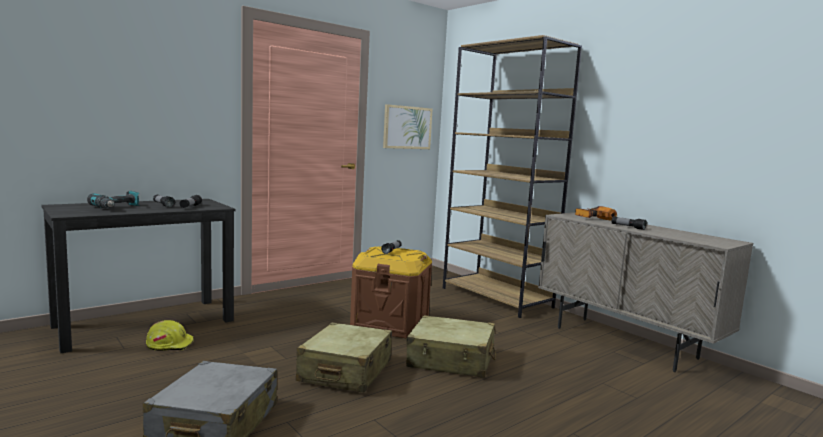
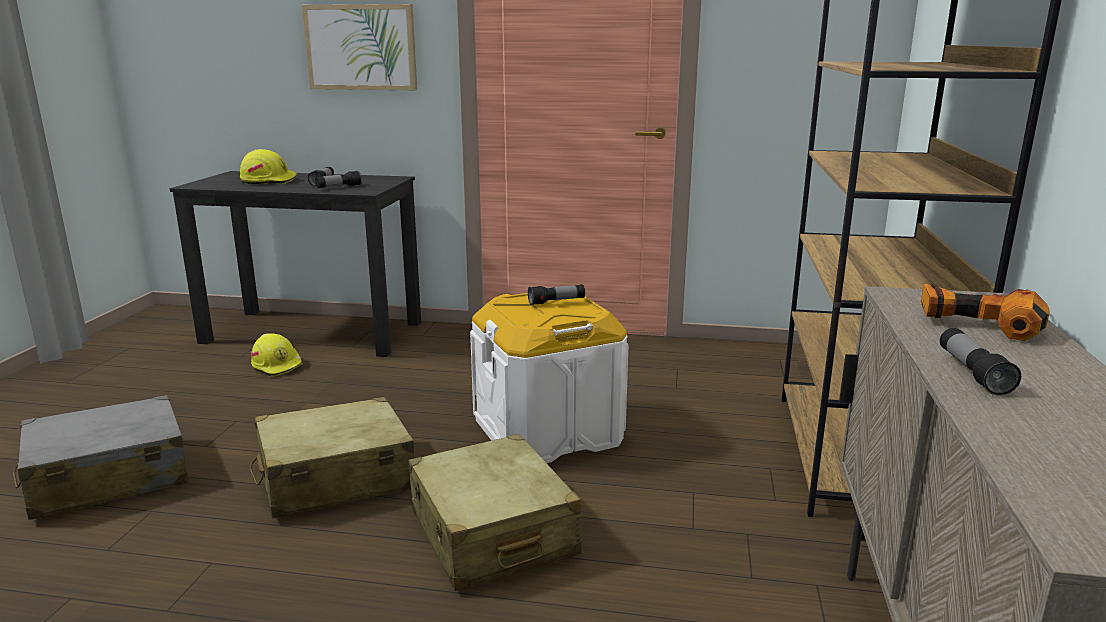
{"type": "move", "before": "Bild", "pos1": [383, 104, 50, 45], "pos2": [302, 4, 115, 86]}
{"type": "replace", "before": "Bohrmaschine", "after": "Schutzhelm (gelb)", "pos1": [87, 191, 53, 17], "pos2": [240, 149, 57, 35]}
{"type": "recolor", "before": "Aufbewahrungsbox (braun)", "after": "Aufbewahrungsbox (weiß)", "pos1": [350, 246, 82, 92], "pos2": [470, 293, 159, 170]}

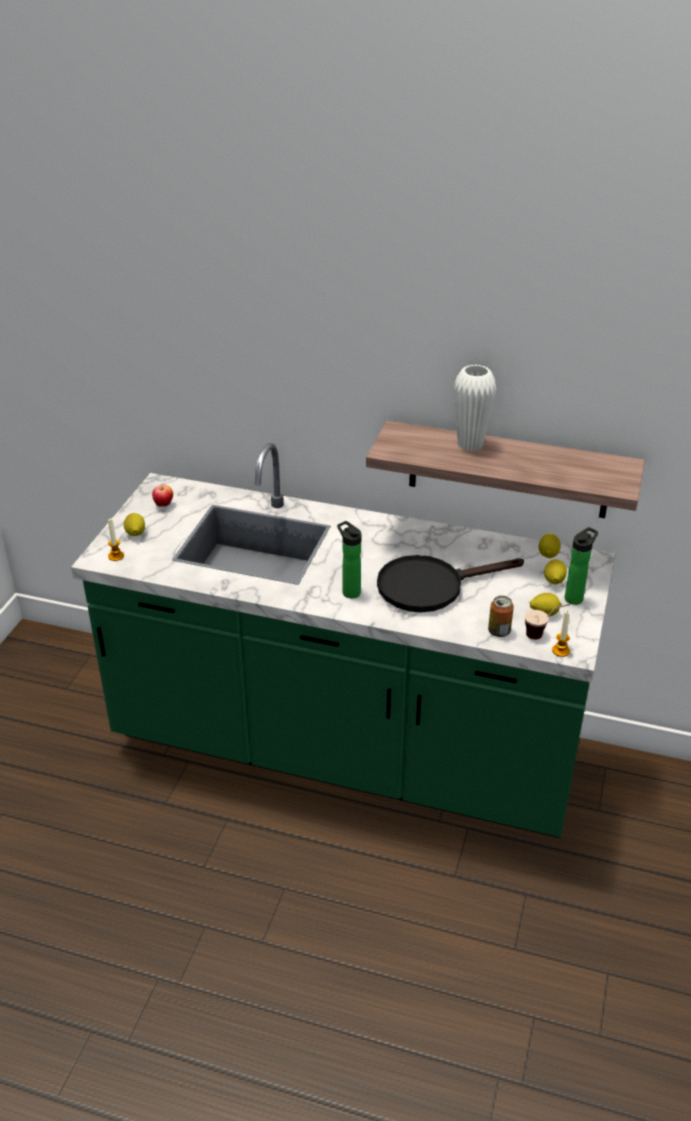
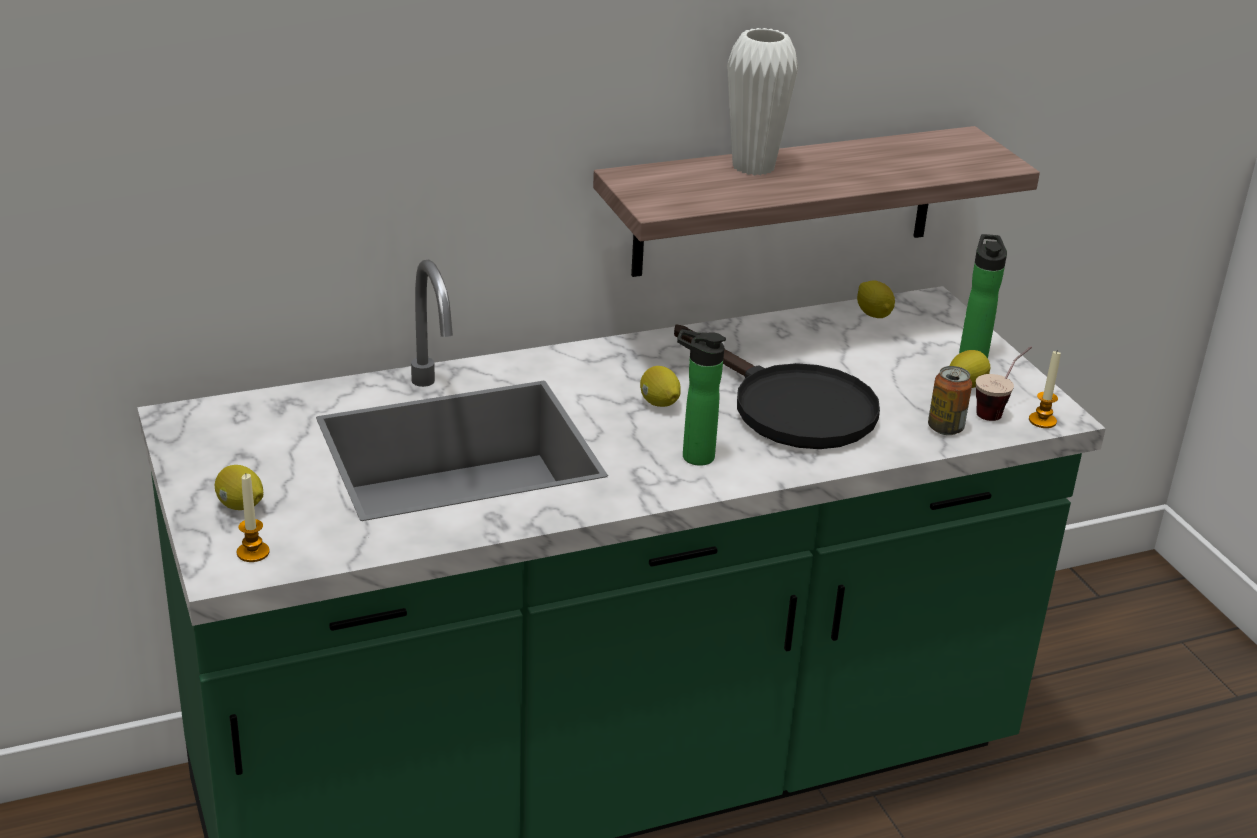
{"type": "delete", "before": "Apfel", "pos1": [152, 485, 21, 22]}
{"type": "move", "before": "Zitrone", "pos1": [544, 559, 23, 25], "pos2": [640, 366, 41, 41]}
{"type": "rotate", "before": "Pfanne (schwarz)", "pos1": [377, 555, 147, 58], "pos2": [674, 324, 206, 125], "turn": -75}

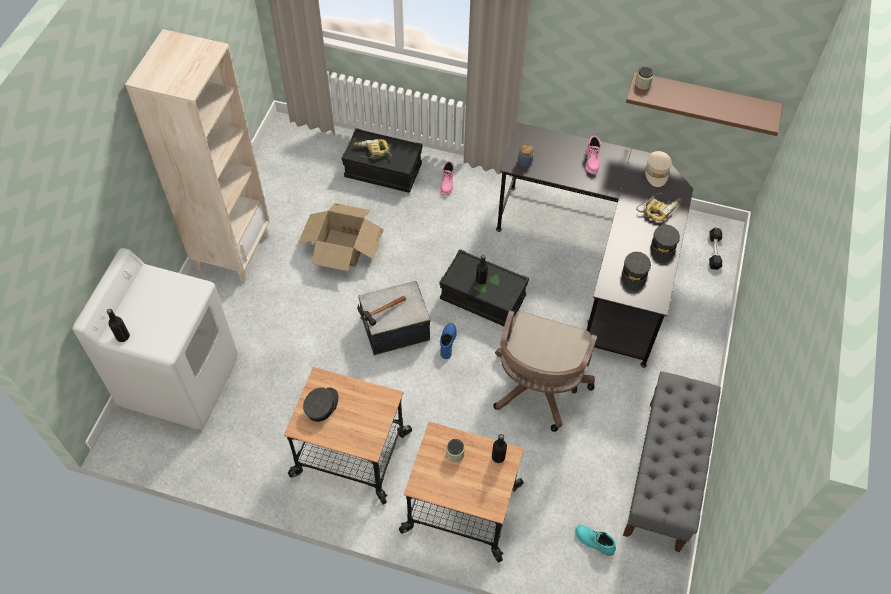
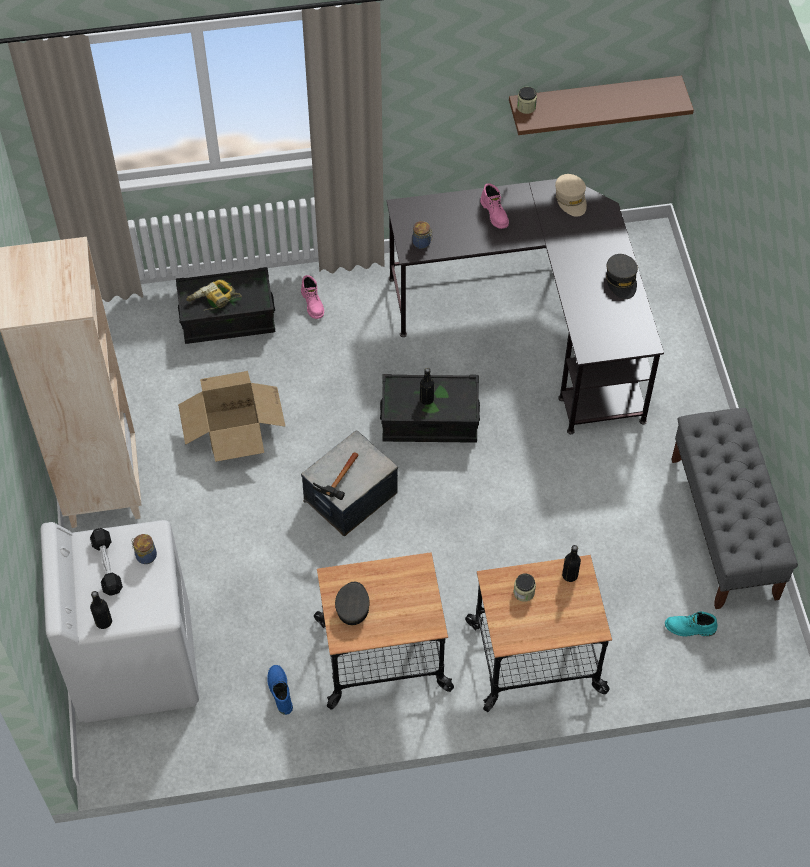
{"type": "delete", "before": "Bürostuhl (braun)", "pos1": [493, 310, 104, 122]}
{"type": "delete", "before": "Kappe (grau)", "pos1": [622, 252, 29, 39]}
{"type": "delete", "before": "Bohrmaschine", "pos1": [636, 193, 45, 28]}
{"type": "insert", "after": "Vorratsglas", "pos2": [131, 534, 26, 30]}
{"type": "move", "before": "Stiefel (blau)", "pos1": [440, 323, 17, 36], "pos2": [267, 665, 26, 50]}
{"type": "move", "before": "Hantel (schwarz)", "pos1": [709, 228, 13, 42], "pos2": [90, 528, 33, 68]}

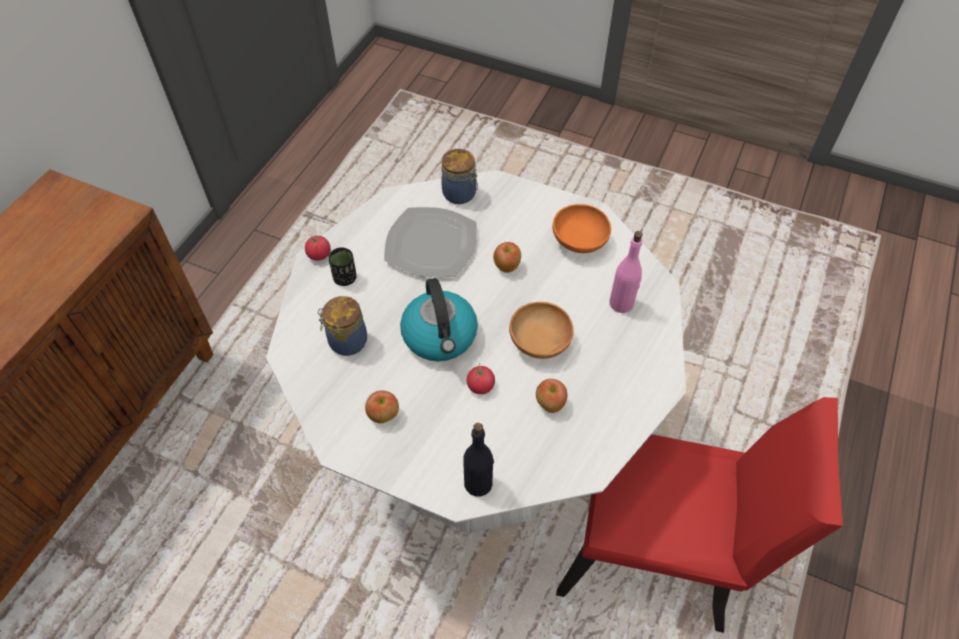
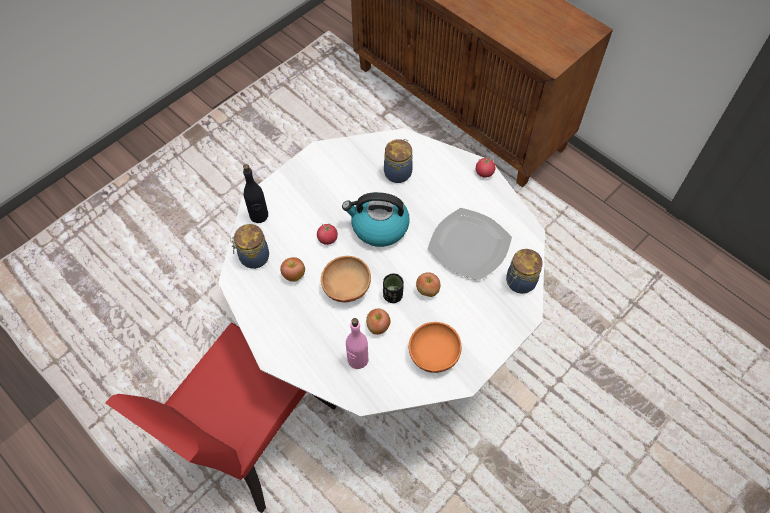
{"type": "insert", "after": "Vorratsglas", "pos2": [230, 224, 39, 45]}
{"type": "move", "before": "Tasse (schwarz)", "pos1": [328, 247, 28, 39], "pos2": [383, 273, 21, 30]}
{"type": "move", "before": "Apfel", "pos1": [365, 391, 34, 32], "pos2": [366, 308, 25, 27]}

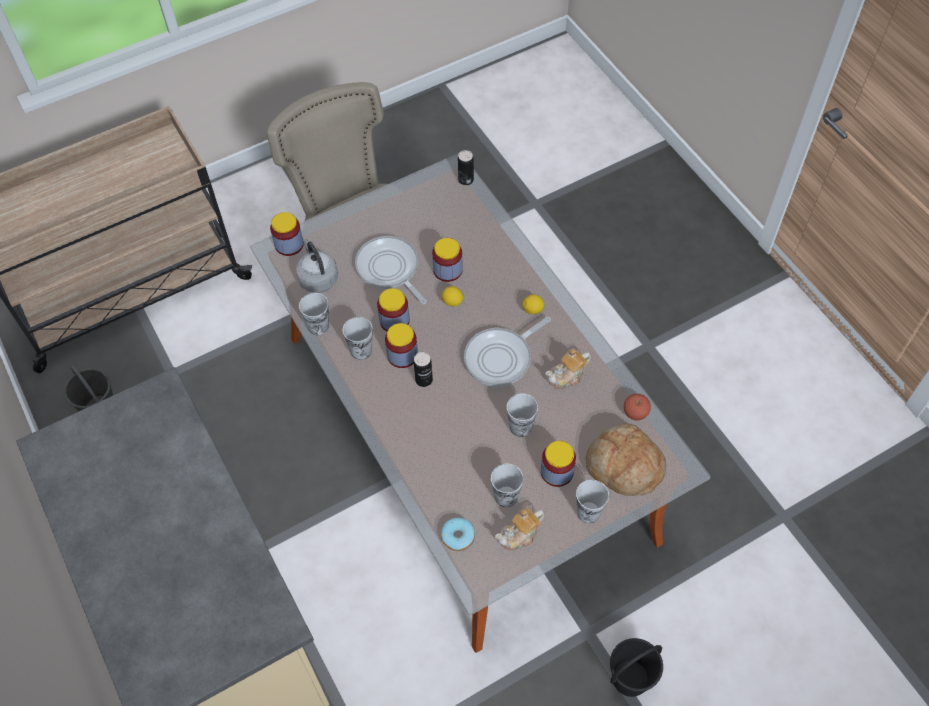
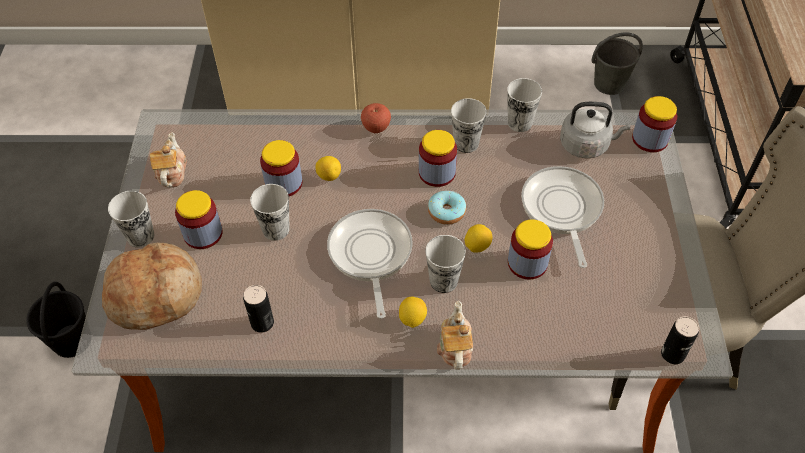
{"type": "insert", "after": "Zitrone", "pos2": [315, 156, 26, 25]}
{"type": "move", "before": "Vorratsglas", "pos1": [377, 288, 33, 43], "pos2": [260, 140, 42, 56]}
{"type": "move", "before": "Dose", "pos1": [414, 352, 19, 35], "pos2": [243, 285, 31, 48]}
{"type": "move", "before": "Donut", "pos1": [441, 517, 34, 34], "pos2": [428, 191, 38, 34]}
{"type": "move", "before": "Tasse", "pos1": [491, 464, 32, 43], "pos2": [426, 235, 40, 58]}
{"type": "move", "before": "Teekanne", "pos1": [546, 348, 45, 41], "pos2": [437, 301, 36, 69]}
{"type": "move", "before": "Apfel", "pos1": [624, 394, 27, 26], "pos2": [361, 103, 30, 30]}
{"type": "rotate", "before": "Pfanne", "pos1": [355, 236, 72, 68], "pos2": [521, 166, 83, 102], "turn": -90}

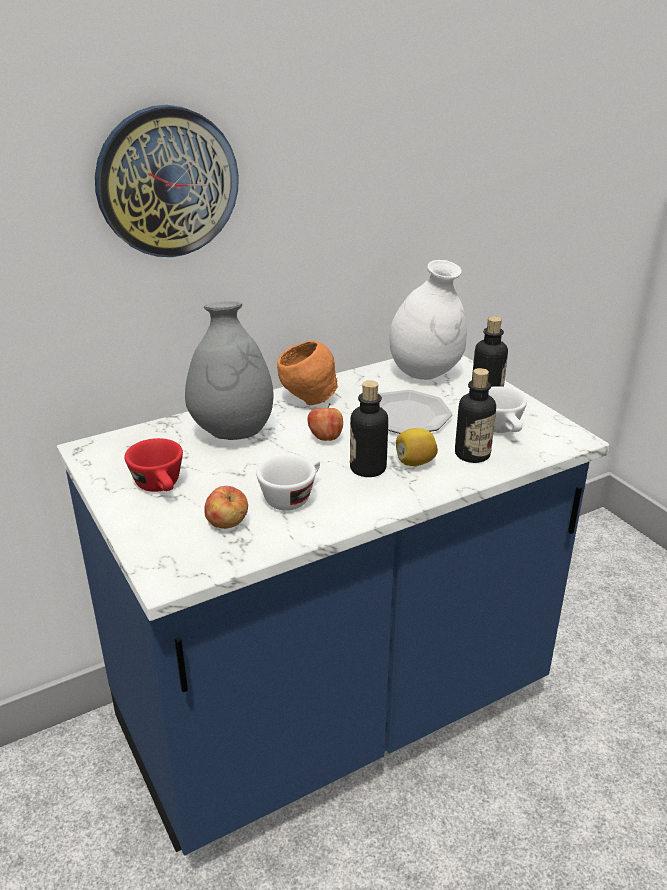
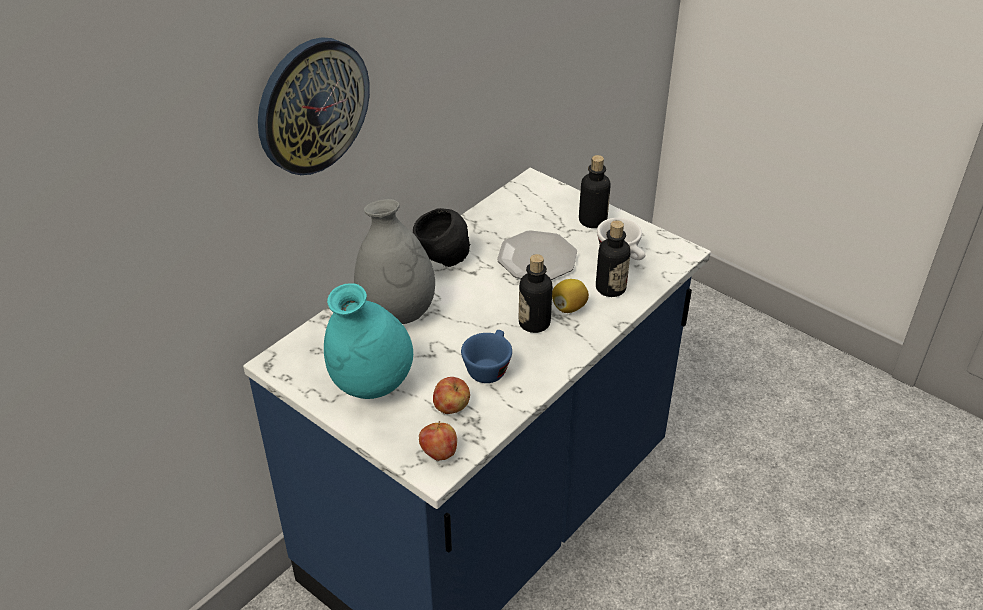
{"type": "delete", "before": "Vase (weiß)", "pos1": [389, 260, 78, 120]}
{"type": "move", "before": "Apfel", "pos1": [307, 403, 36, 38], "pos2": [419, 421, 38, 40]}
{"type": "replace", "before": "Tasse (rot)", "after": "Vase (türkis)", "pos1": [124, 438, 59, 54], "pos2": [324, 283, 89, 116]}
{"type": "recolor", "before": "Tasse (weiß)", "after": "Tasse (blau)", "pos1": [256, 455, 64, 56], "pos2": [461, 330, 51, 53]}
{"type": "recolor", "before": "Schüssel (orange)", "after": "Schüssel (schwarz)", "pos1": [277, 341, 62, 64], "pos2": [413, 208, 57, 59]}

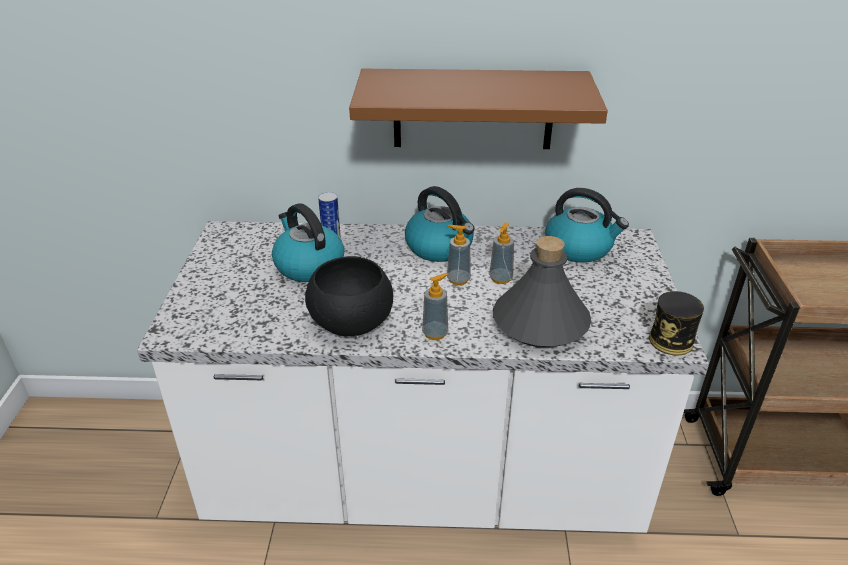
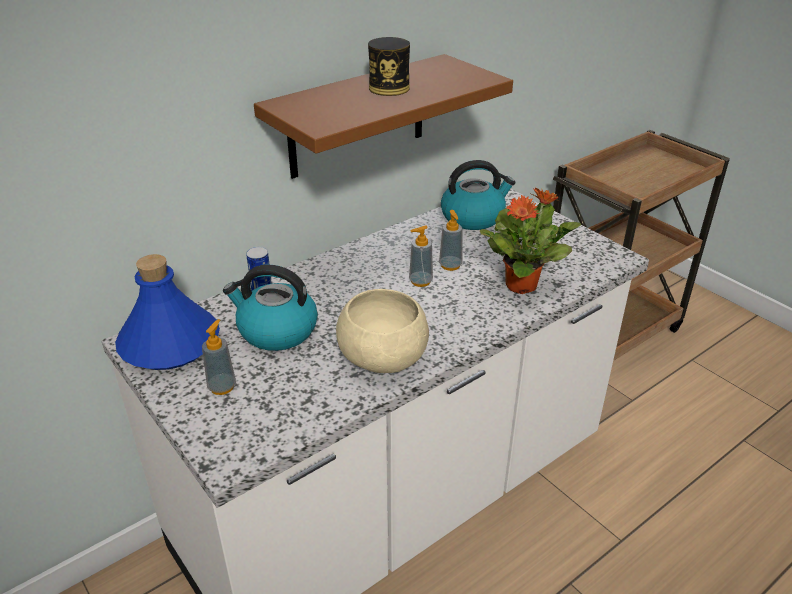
{"type": "delete", "before": "Wasserkessel", "pos1": [405, 186, 70, 76]}
{"type": "insert", "after": "Flasche (blau)", "pos2": [115, 254, 105, 116]}
{"type": "move", "before": "Seifenspender", "pos1": [422, 273, 27, 67], "pos2": [202, 319, 34, 76]}
{"type": "move", "before": "Dose", "pos1": [649, 291, 55, 65], "pos2": [368, 37, 42, 59]}
{"type": "replace", "before": "Flasche (grau)", "after": "Topfpflanze", "pos1": [493, 236, 98, 112], "pos2": [480, 188, 101, 106]}
{"type": "recolor", "before": "Schüssel (schwarz)", "after": "Schüssel (beige)", "pos1": [305, 256, 88, 80], "pos2": [336, 289, 93, 84]}

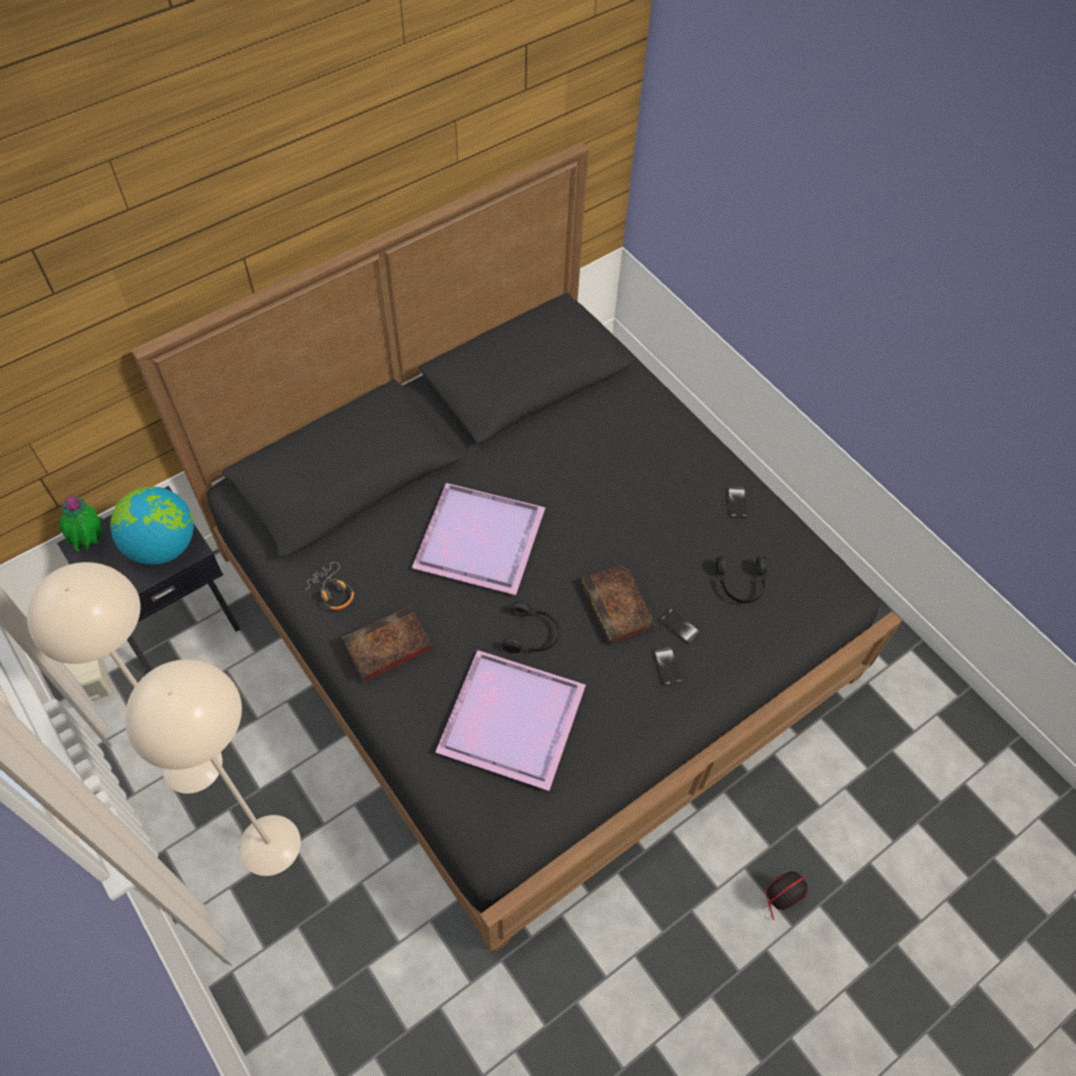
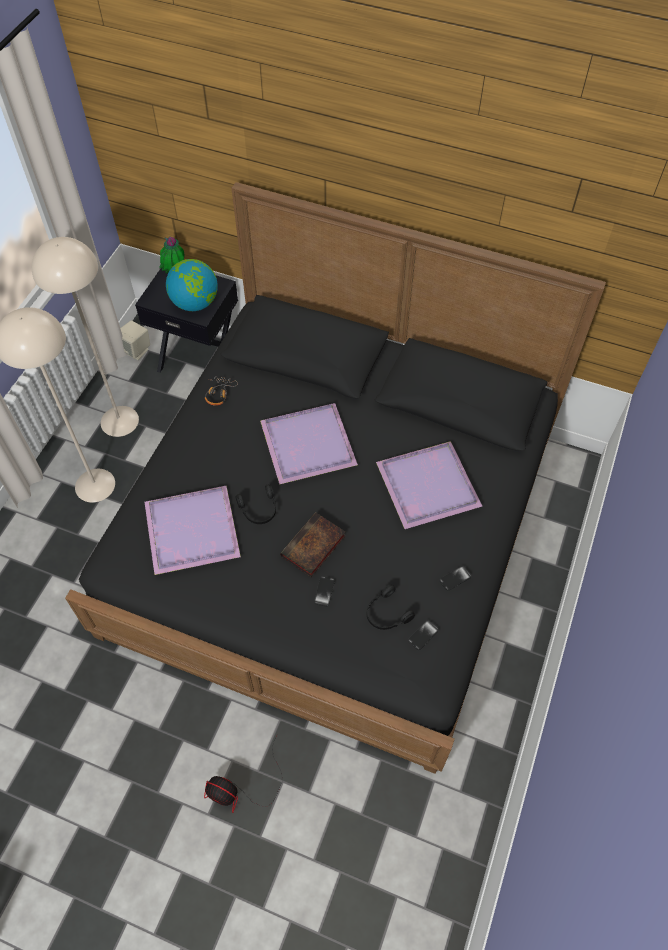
{"type": "delete", "before": "Buch", "pos1": [342, 605, 91, 78]}
{"type": "insert", "after": "Tablett (lila)", "pos2": [376, 441, 106, 88]}
{"type": "move", "before": "Handy", "pos1": [654, 646, 29, 40], "pos2": [408, 620, 31, 30]}

